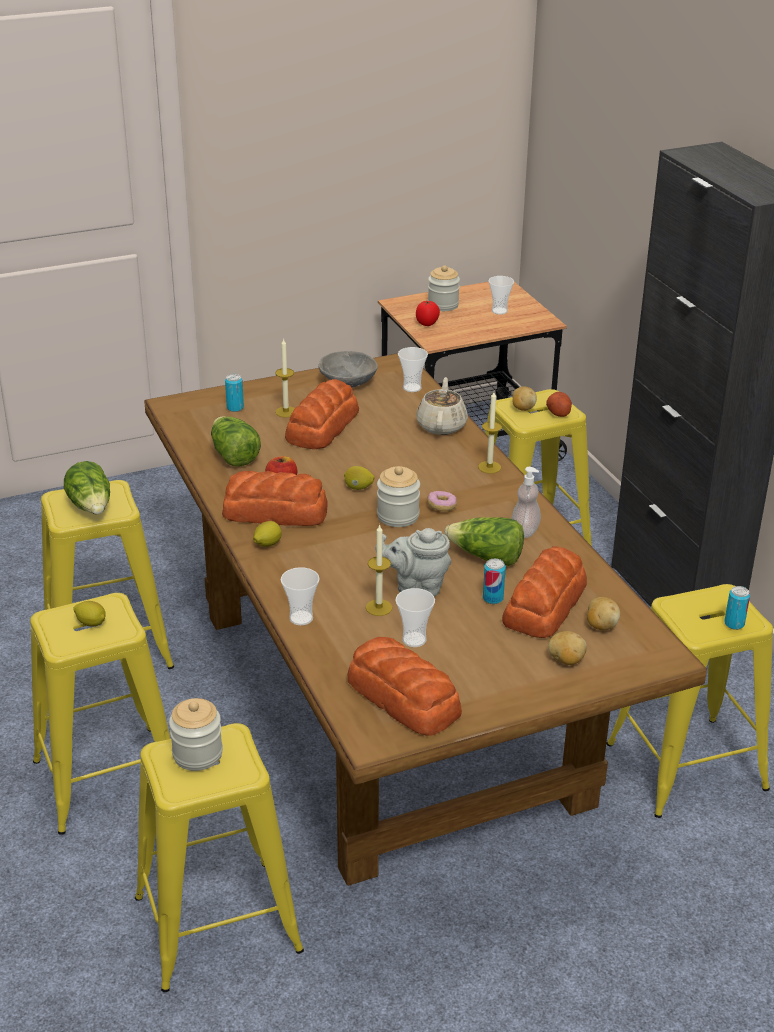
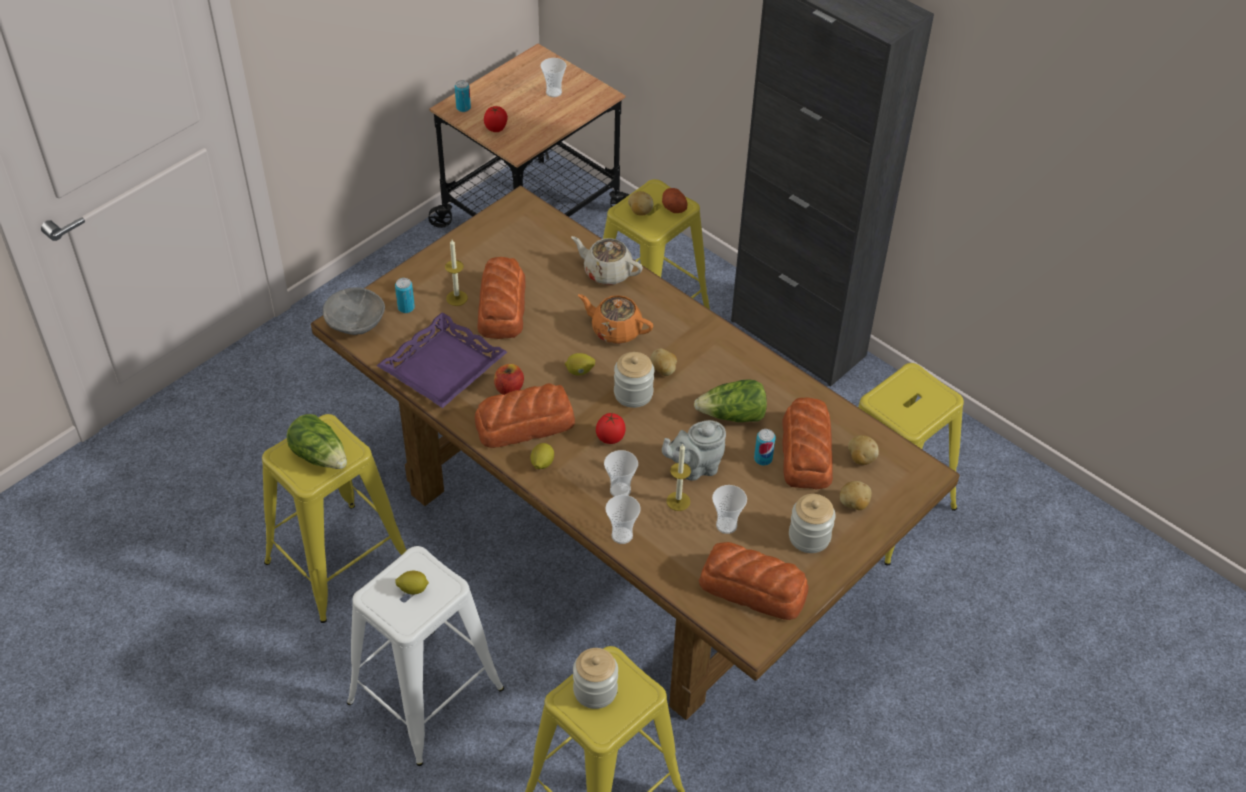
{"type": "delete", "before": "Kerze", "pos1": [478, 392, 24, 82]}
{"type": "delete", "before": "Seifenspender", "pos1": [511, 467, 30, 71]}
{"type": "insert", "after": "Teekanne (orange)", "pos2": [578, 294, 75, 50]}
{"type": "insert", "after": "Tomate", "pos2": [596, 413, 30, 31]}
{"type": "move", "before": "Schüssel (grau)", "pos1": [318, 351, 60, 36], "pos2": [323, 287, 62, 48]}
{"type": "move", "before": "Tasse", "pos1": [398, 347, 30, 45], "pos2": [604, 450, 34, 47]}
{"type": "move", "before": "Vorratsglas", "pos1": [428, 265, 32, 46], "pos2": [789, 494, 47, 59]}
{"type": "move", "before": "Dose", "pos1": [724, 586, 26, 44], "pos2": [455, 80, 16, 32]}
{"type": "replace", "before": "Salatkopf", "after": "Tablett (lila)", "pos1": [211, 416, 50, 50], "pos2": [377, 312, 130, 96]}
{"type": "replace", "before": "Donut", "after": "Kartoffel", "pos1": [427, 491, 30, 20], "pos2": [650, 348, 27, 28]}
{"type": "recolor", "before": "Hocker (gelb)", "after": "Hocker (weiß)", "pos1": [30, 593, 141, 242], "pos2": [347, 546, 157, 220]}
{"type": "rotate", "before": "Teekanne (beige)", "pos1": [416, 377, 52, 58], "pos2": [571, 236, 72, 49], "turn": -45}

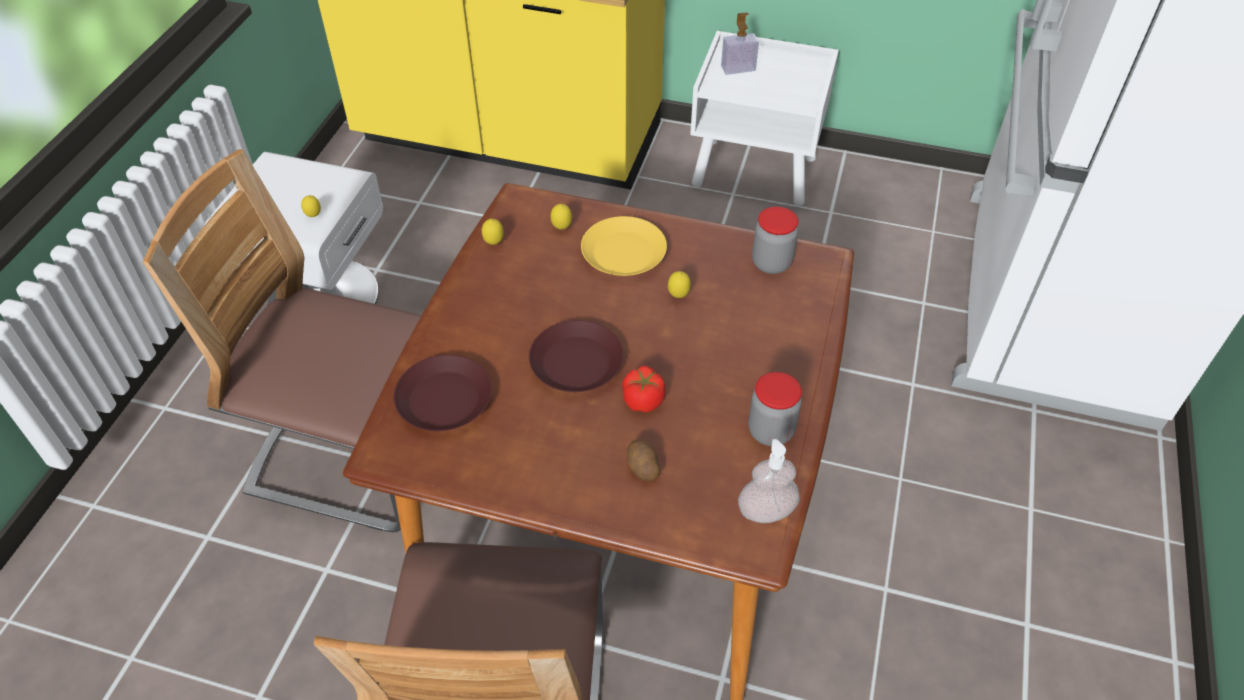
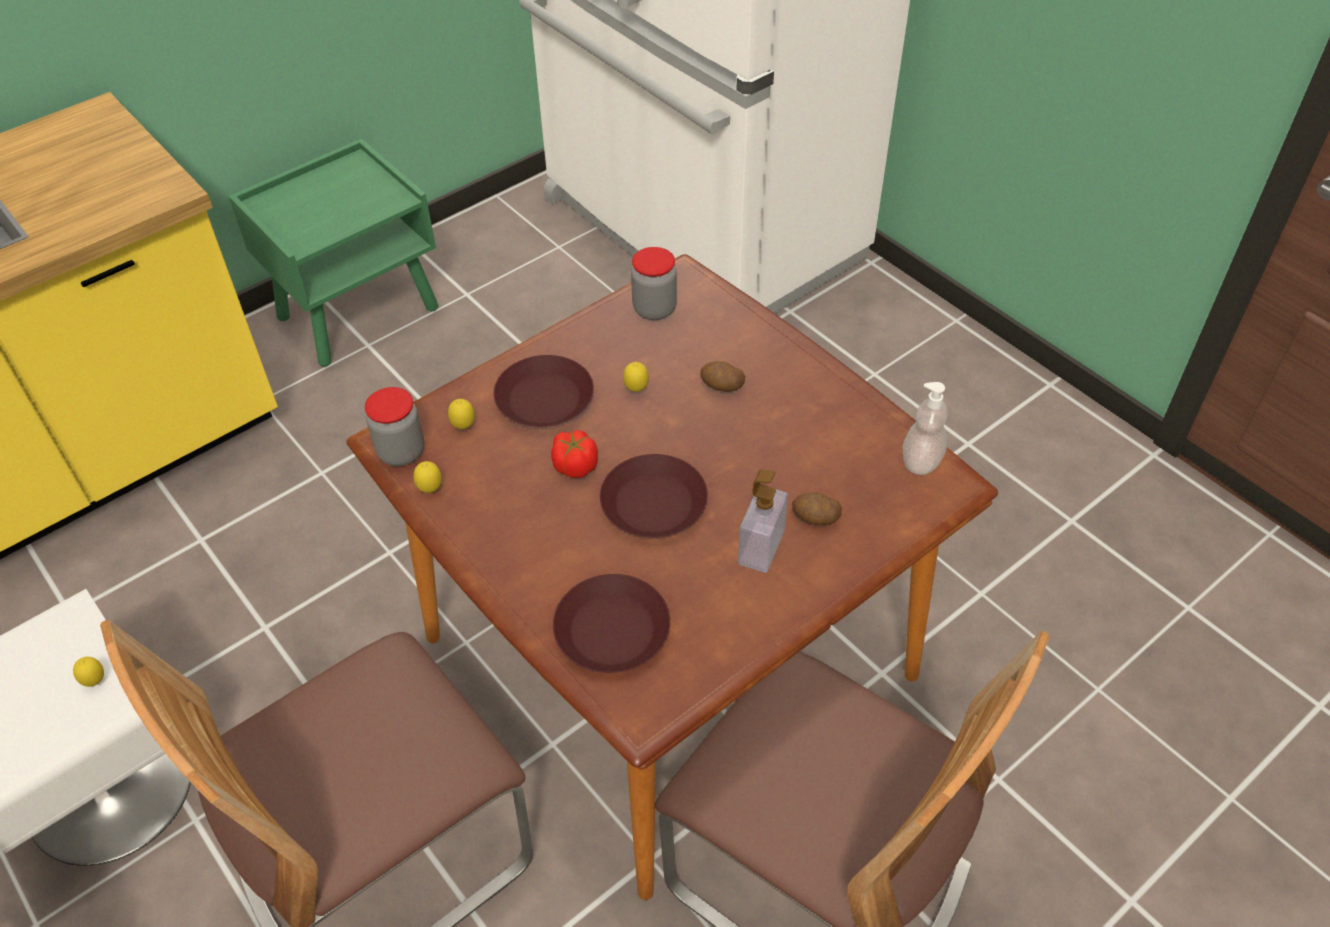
{"type": "insert", "after": "Kartoffel", "pos2": [700, 361, 45, 31]}
{"type": "move", "before": "Tomate", "pos1": [622, 366, 44, 47], "pos2": [551, 430, 47, 48]}
{"type": "move", "before": "Seifenspender", "pos1": [721, 12, 38, 63], "pos2": [738, 470, 50, 103]}
{"type": "move", "before": "Vorratsglas", "pos1": [748, 372, 54, 74], "pos2": [365, 387, 59, 79]}
{"type": "recolor", "before": "Teller (gelb)", "after": "Teller (braun)", "pos1": [581, 216, 86, 60], "pos2": [494, 355, 100, 72]}
{"type": "recolor", "before": "Nachttisch (weiß)", "after": "Nachttisch (grün)", "pos1": [690, 31, 149, 175], "pos2": [229, 138, 209, 229]}

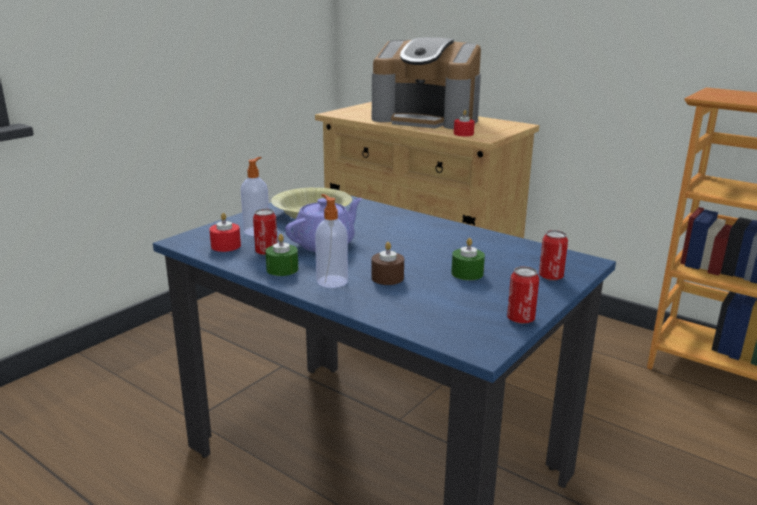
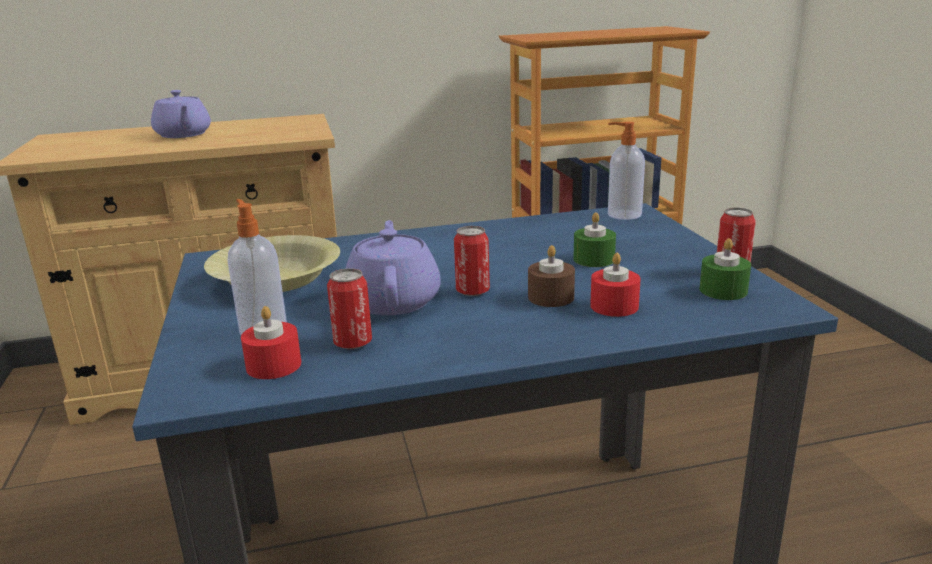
{"type": "move", "before": "Kerze (grün)", "pos1": [265, 234, 33, 42], "pos2": [700, 238, 51, 62]}
{"type": "move", "before": "Seifenspender", "pos1": [315, 194, 33, 94], "pos2": [608, 122, 37, 98]}
{"type": "move", "before": "Kerze (rot)", "pos1": [454, 110, 21, 26], "pos2": [590, 253, 51, 64]}
{"type": "move", "before": "Dose", "pos1": [539, 230, 29, 51], "pos2": [454, 226, 36, 70]}
{"type": "replace", "before": "Kaffeemaschine", "after": "Teekanne (lila)", "pos1": [372, 37, 109, 92], "pos2": [151, 90, 60, 48]}

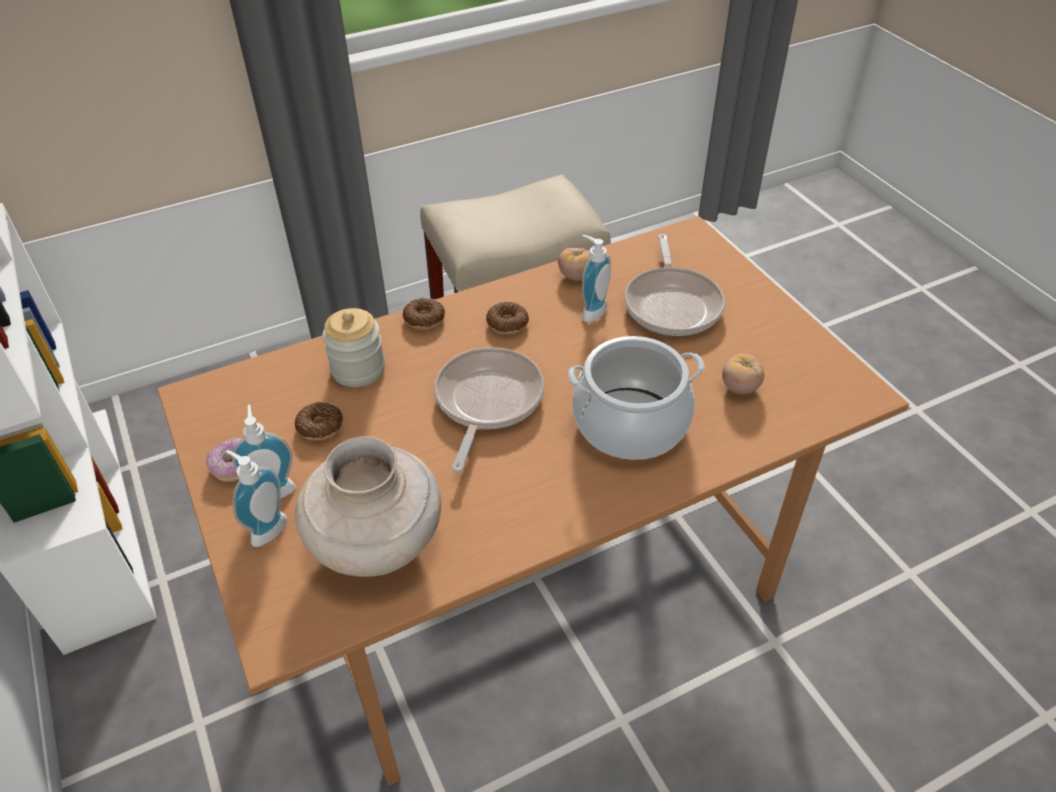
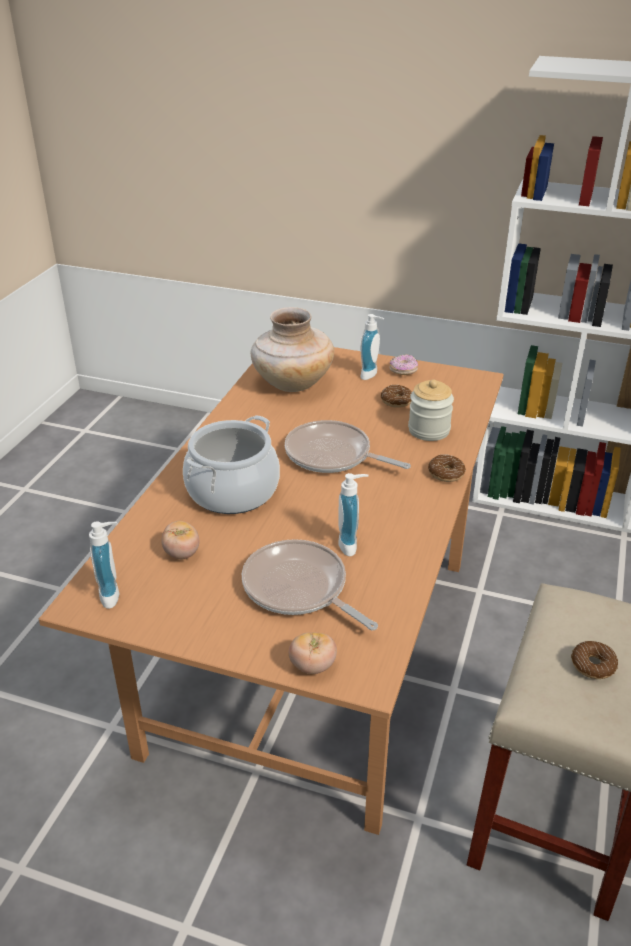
{"type": "move", "before": "Seifenspender", "pos1": [226, 450, 61, 97], "pos2": [89, 521, 30, 88]}
{"type": "move", "before": "Donut", "pos1": [486, 302, 43, 33], "pos2": [571, 641, 47, 38]}
{"type": "move", "before": "Tomate", "pos1": [558, 248, 32, 33], "pos2": [289, 632, 48, 42]}
{"type": "rotate", "before": "Pfanne", "pos1": [434, 347, 110, 125], "pos2": [285, 420, 126, 53], "turn": 150}

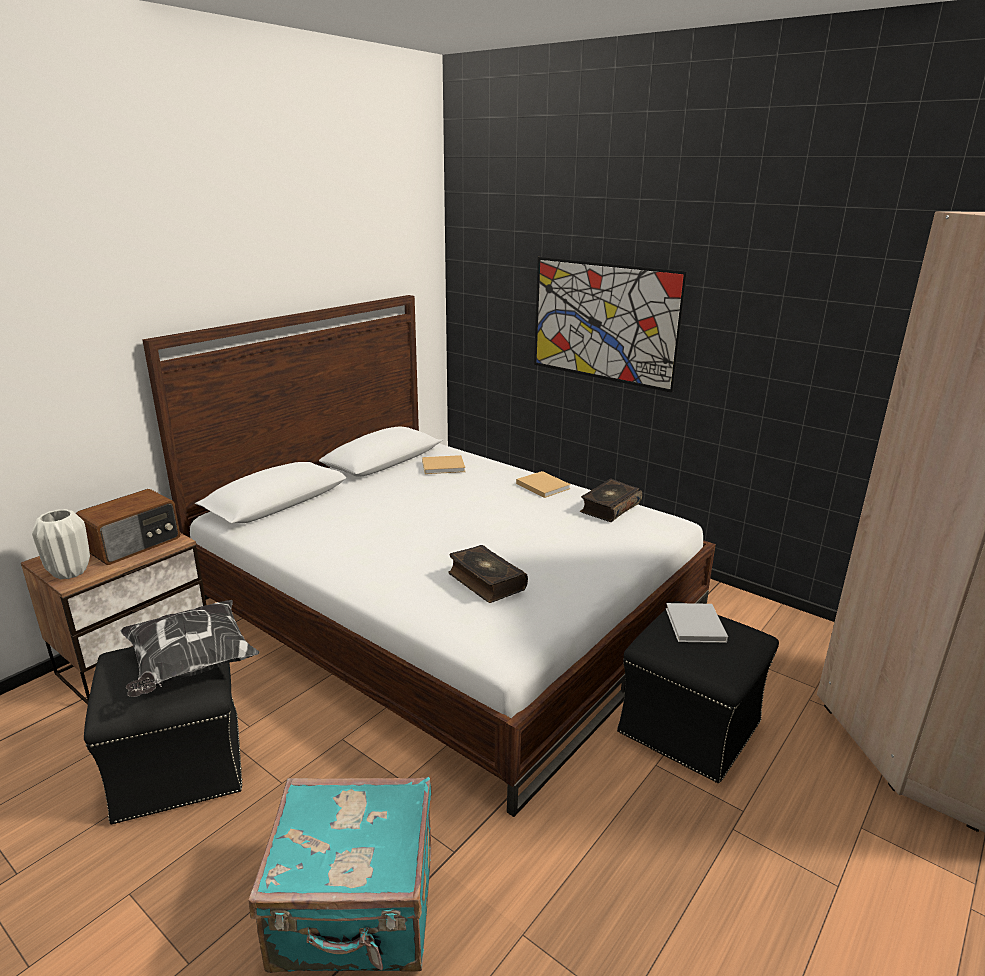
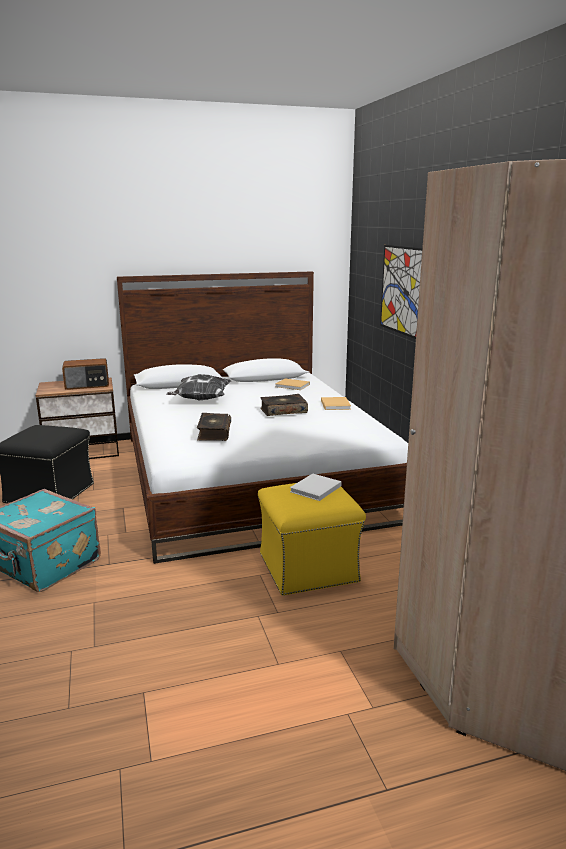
{"type": "delete", "before": "Vase (weiß)", "pos1": [32, 509, 58, 70]}
{"type": "move", "before": "Kissen", "pos1": [120, 600, 140, 97], "pos2": [167, 374, 64, 26]}
{"type": "move", "before": "Buch", "pos1": [580, 479, 62, 43], "pos2": [260, 394, 48, 22]}
{"type": "recolor", "before": "Polsterhocker (schwarz)", "after": "Polsterhocker (gelb)", "pos1": [617, 601, 162, 182], "pos2": [258, 483, 108, 113]}

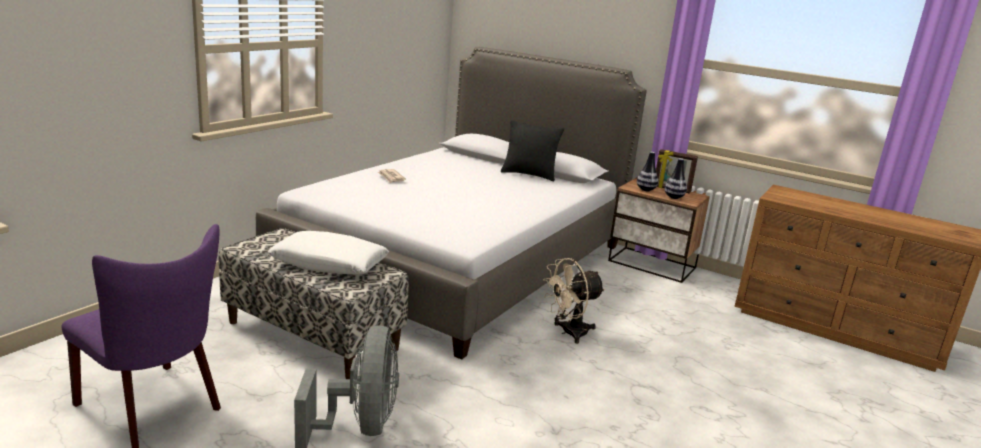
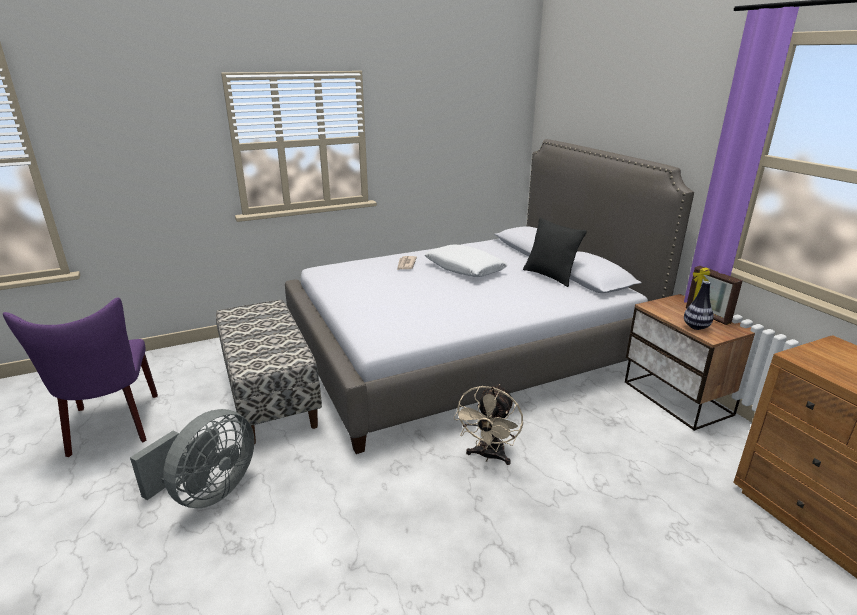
{"type": "delete", "before": "Vase", "pos1": [637, 152, 21, 39]}
{"type": "move", "before": "Kissen (weiß)", "pos1": [268, 231, 121, 44], "pos2": [425, 245, 83, 32]}
{"type": "rotate", "before": "Ventilator (beige)", "pos1": [543, 258, 62, 86], "pos2": [453, 384, 70, 81], "turn": -75}

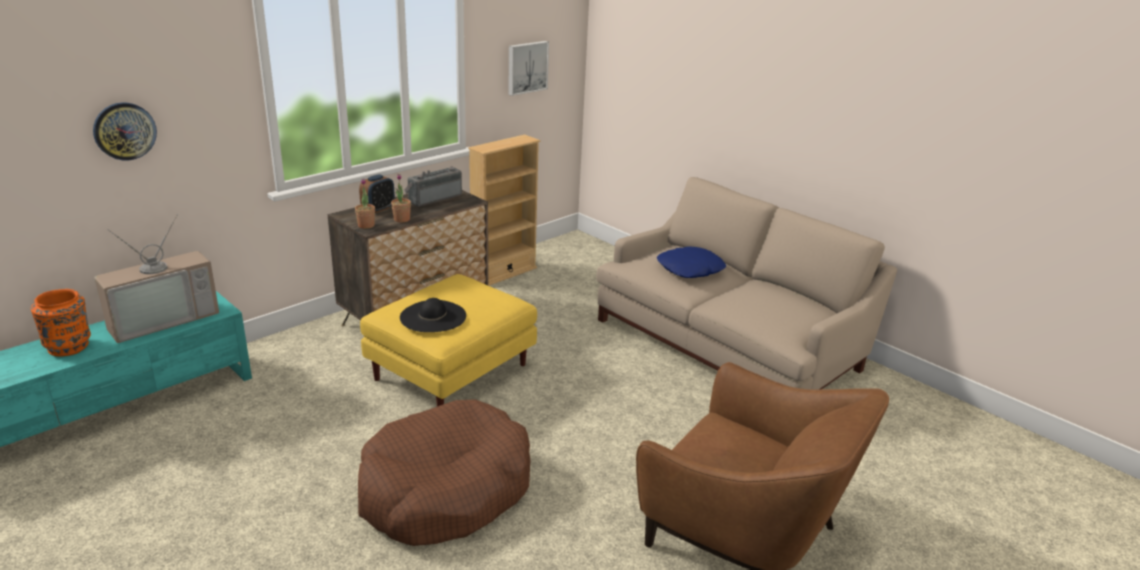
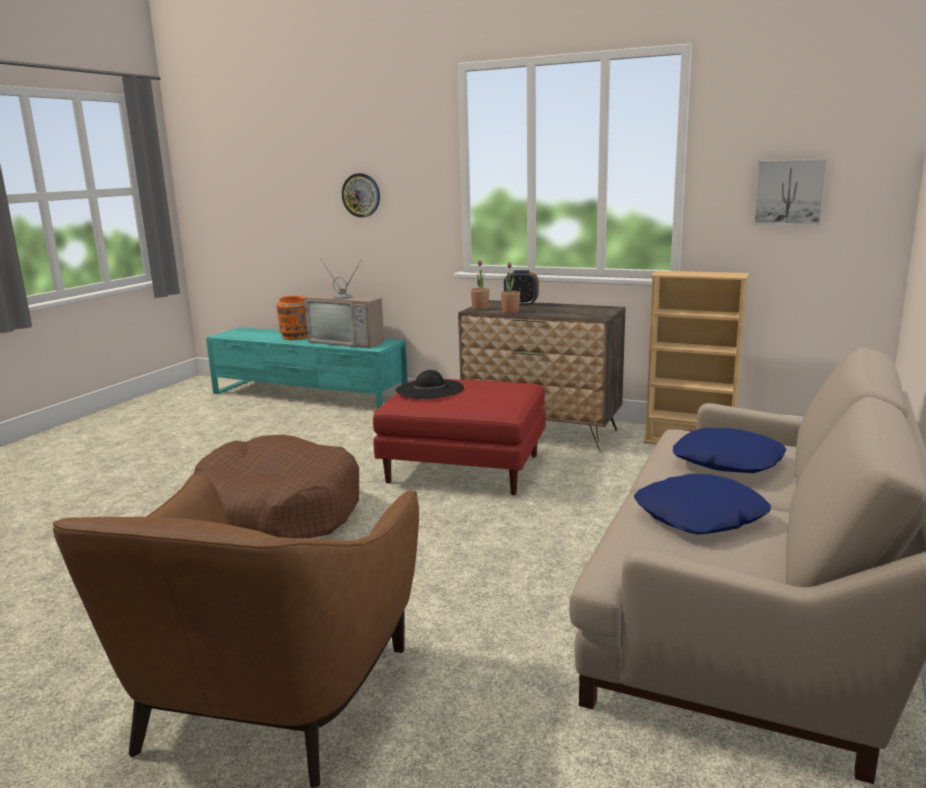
{"type": "delete", "before": "Radio", "pos1": [404, 167, 58, 40]}
{"type": "insert", "after": "Kissen (blau)", "pos2": [634, 474, 137, 60]}
{"type": "recolor", "before": "Polsterhocker (gelb)", "after": "Polsterhocker (rot)", "pos1": [360, 274, 177, 133], "pos2": [373, 379, 173, 116]}

